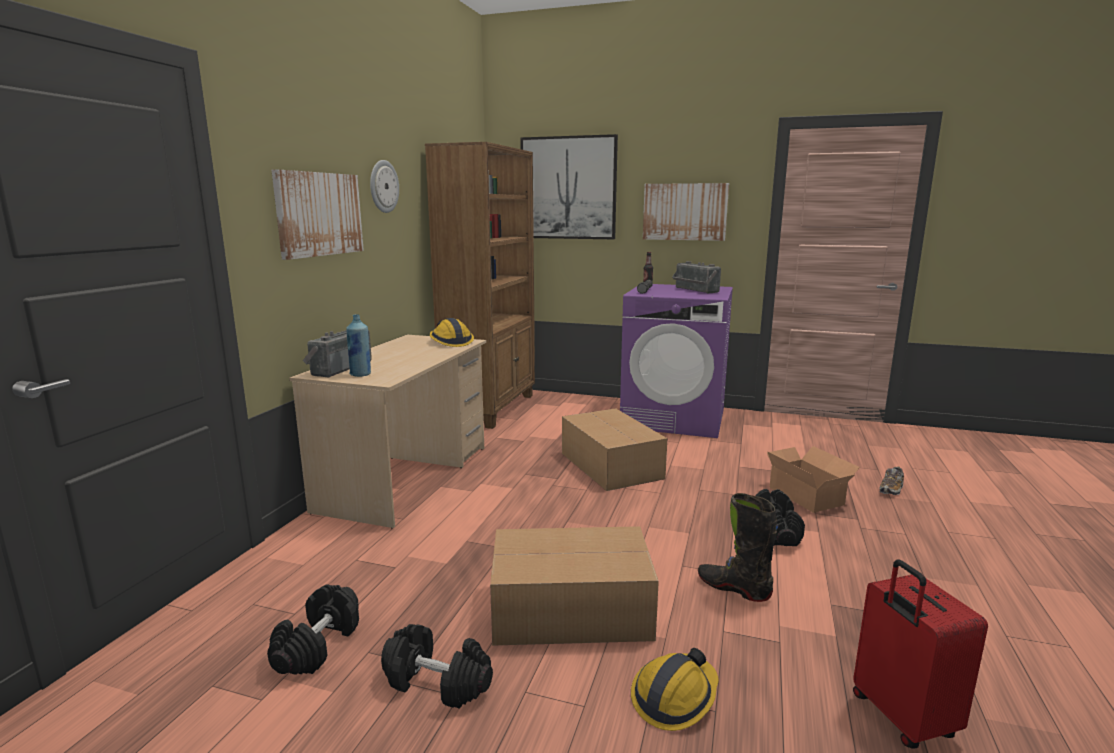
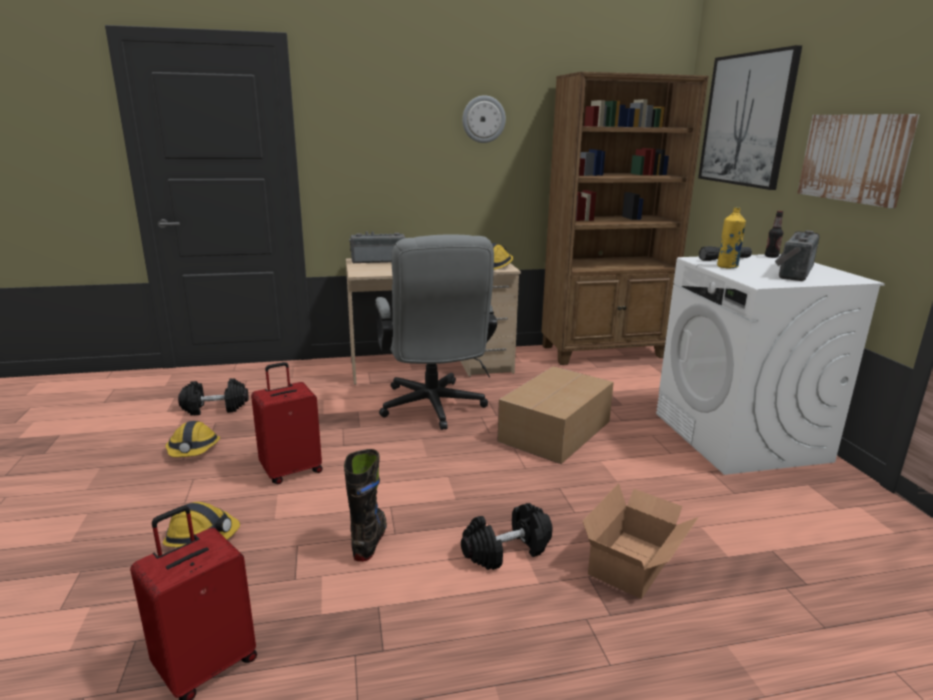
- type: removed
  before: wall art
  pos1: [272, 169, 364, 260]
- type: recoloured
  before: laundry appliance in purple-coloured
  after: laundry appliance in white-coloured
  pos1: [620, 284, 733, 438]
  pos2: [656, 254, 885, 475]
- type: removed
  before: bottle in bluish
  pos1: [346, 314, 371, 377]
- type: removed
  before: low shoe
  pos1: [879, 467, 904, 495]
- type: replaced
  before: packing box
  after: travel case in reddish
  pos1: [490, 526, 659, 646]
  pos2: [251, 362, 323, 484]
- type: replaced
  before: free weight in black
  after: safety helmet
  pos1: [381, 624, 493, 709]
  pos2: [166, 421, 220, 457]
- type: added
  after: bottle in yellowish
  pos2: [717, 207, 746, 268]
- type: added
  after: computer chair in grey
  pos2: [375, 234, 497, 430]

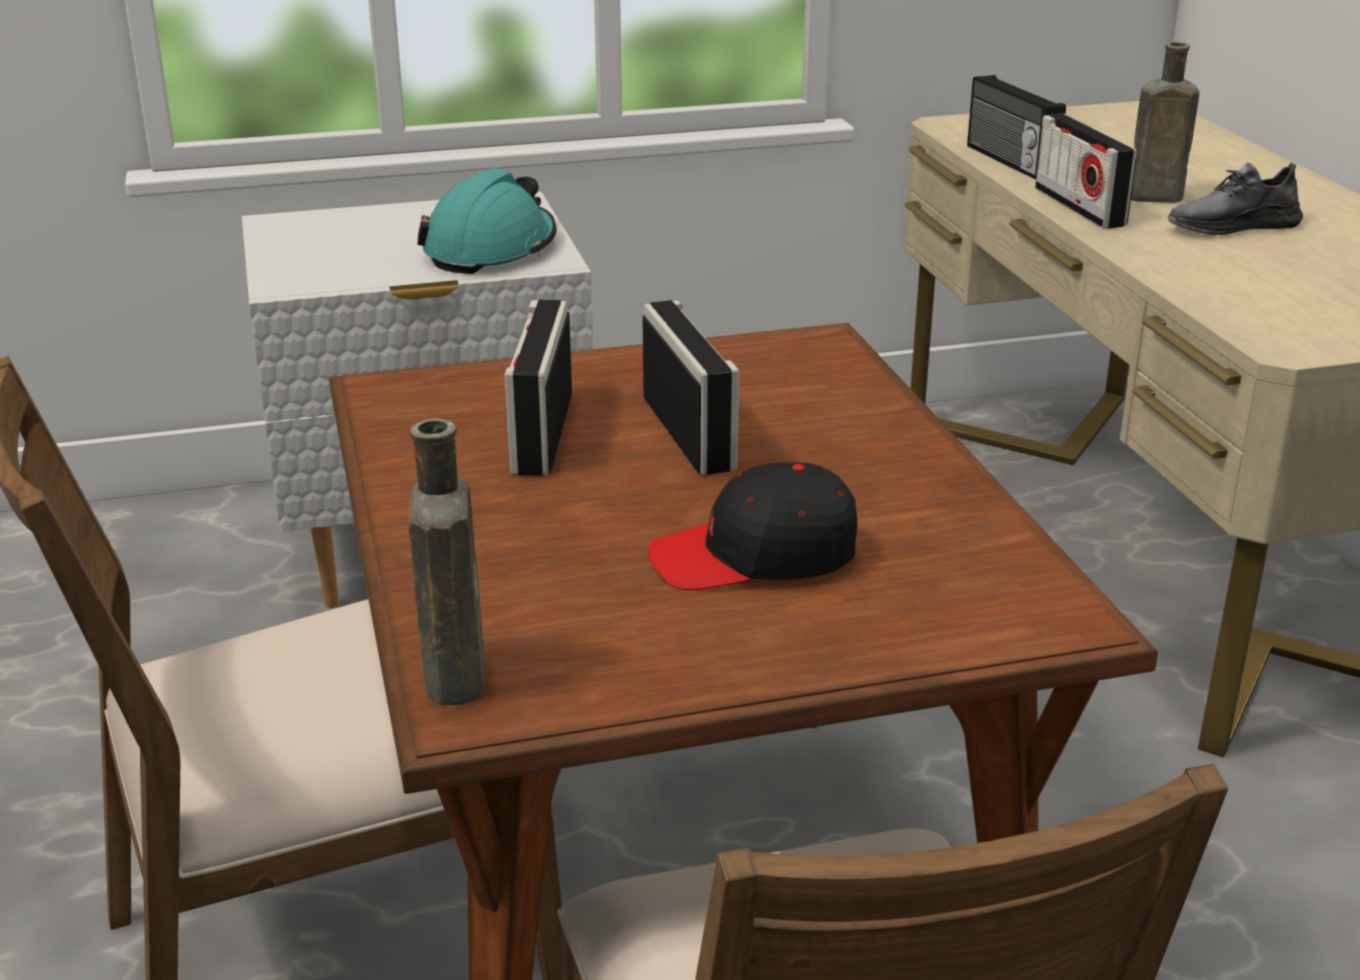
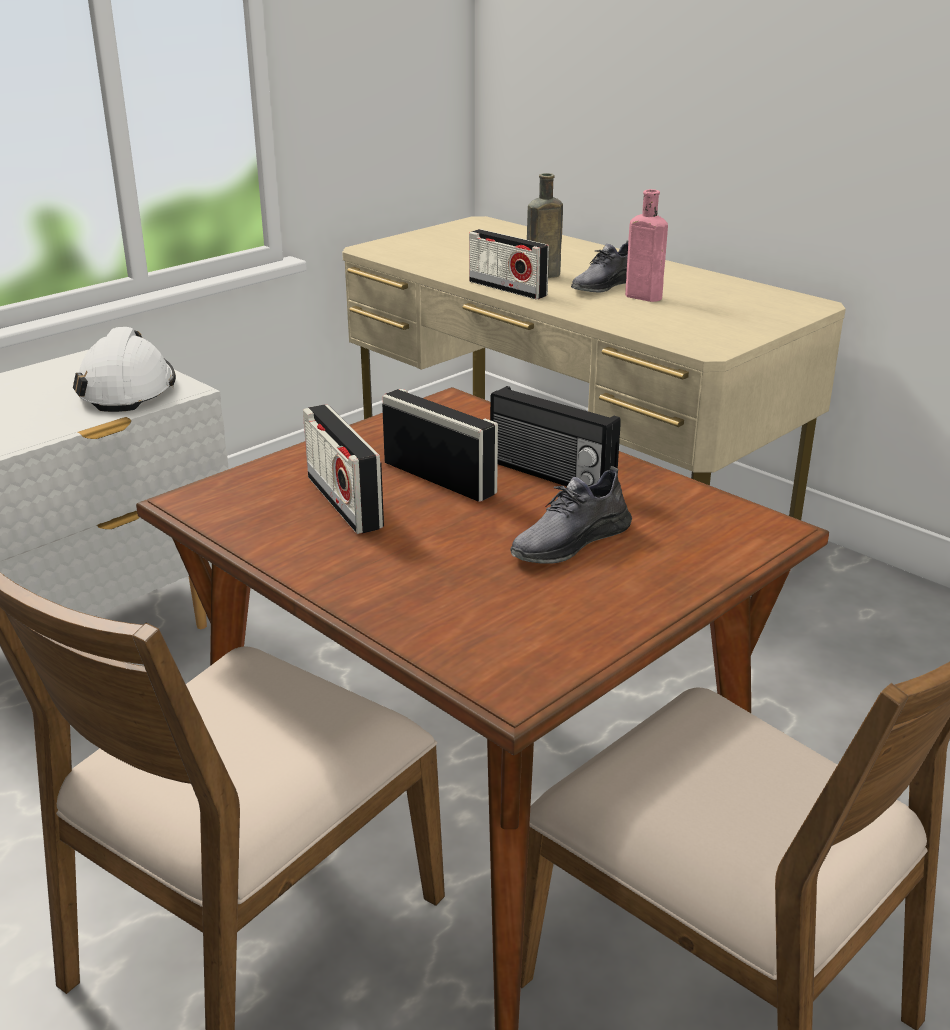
- type: moved
  before: radio set
  pos1: [967, 75, 1066, 180]
  pos2: [490, 386, 621, 486]
- type: recoloured
  before: safety helmet in turquoise-coloured
  after: safety helmet in white-coloured
  pos1: [418, 168, 557, 274]
  pos2: [73, 327, 176, 412]
- type: removed
  before: bottle in brownish
  pos1: [409, 418, 484, 705]
- type: replaced
  before: baseball cap in black
  after: low shoe in grey
  pos1: [648, 462, 857, 590]
  pos2: [510, 466, 632, 564]
- type: added
  after: bottle in pink-coloured
  pos2: [625, 189, 668, 302]

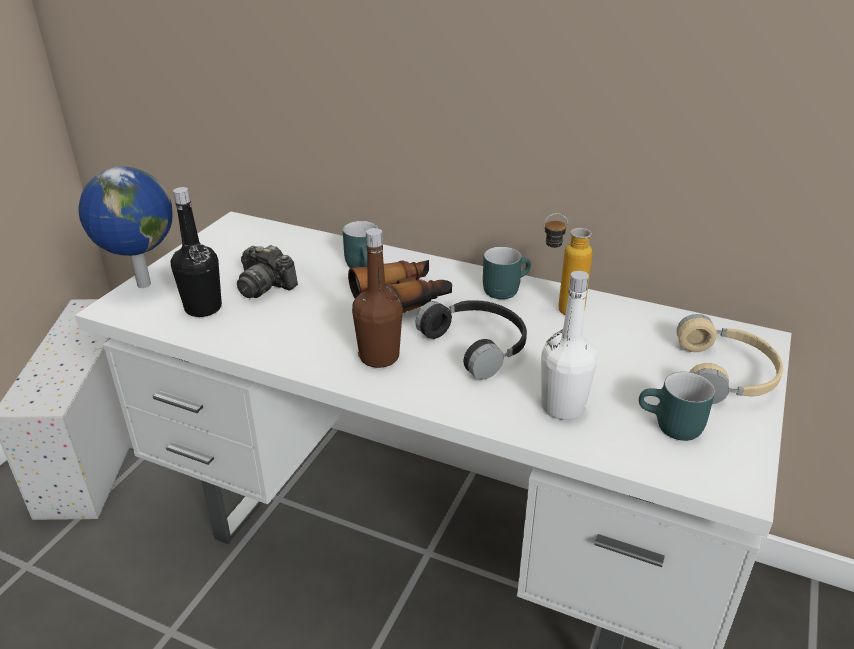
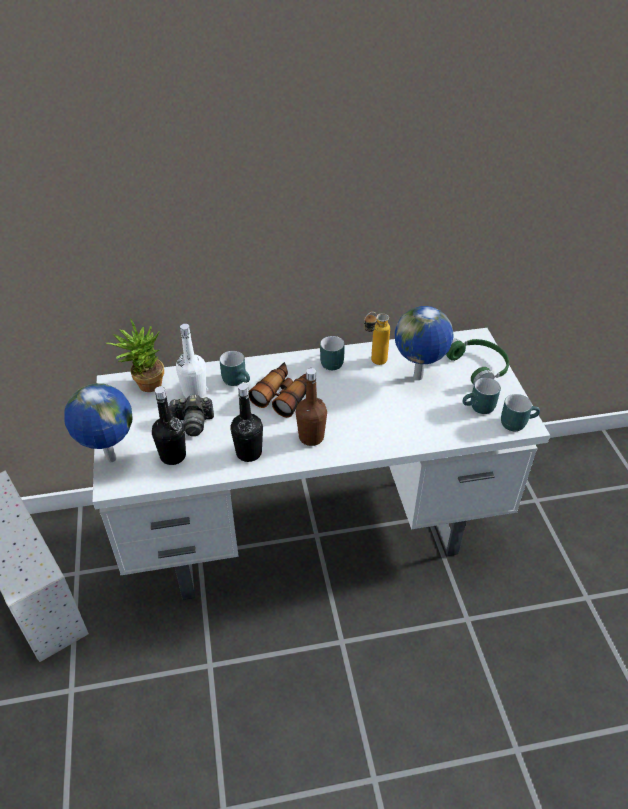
- type: moved
  before: bottle in white-coloured
  pos1: [541, 271, 598, 420]
  pos2: [176, 324, 207, 398]
- type: removed
  before: headset in black
  pos1: [415, 300, 527, 380]
- type: recoloured
  before: headset in sand-coloured
  after: headset in greenish
  pos1: [677, 314, 783, 404]
  pos2: [446, 339, 509, 384]
- type: added
  after: desk globe
  pos2: [395, 306, 453, 380]
- type: added
  after: plant in a pot
  pos2: [106, 318, 164, 392]
- type: added
  after: bottle in black
  pos2: [230, 383, 263, 462]
- type: added
  after: coffee mug in turquoise-coloured
  pos2: [501, 394, 540, 431]

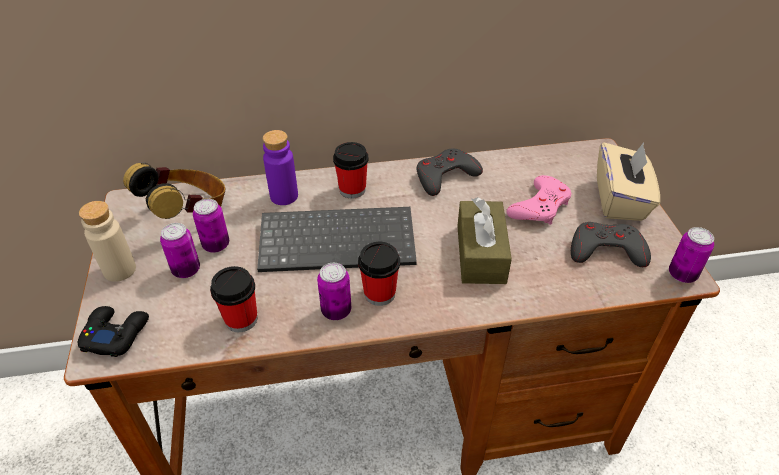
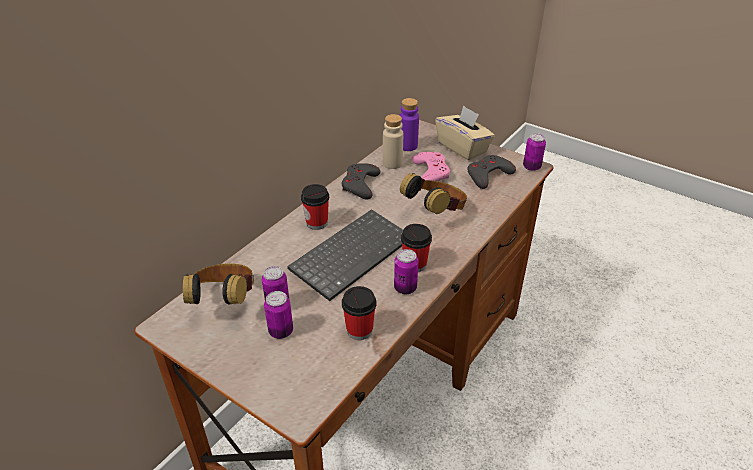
- type: moved
  before: bottle in purple-coloured
  pos1: [263, 130, 298, 205]
  pos2: [399, 98, 419, 151]
- type: replaced
  before: box of tissues in brownish
  after: headset
  pos1: [457, 197, 512, 284]
  pos2: [400, 173, 467, 214]
- type: moved
  before: bottle in sand-coloured
  pos1: [79, 201, 136, 282]
  pos2: [383, 114, 403, 169]
- type: removed
  before: gamepad in black
  pos1: [78, 306, 149, 357]

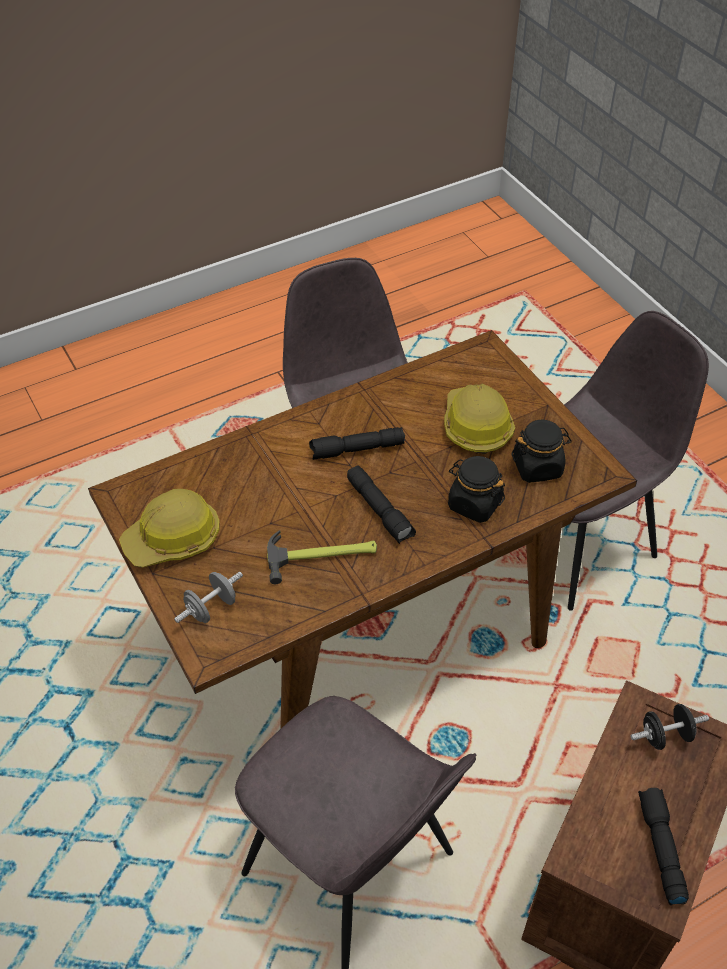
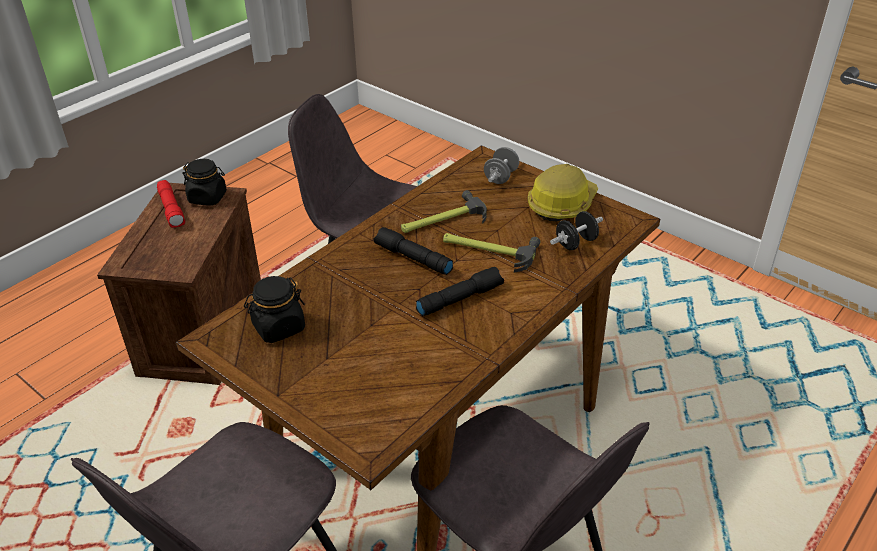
- type: removed
  before: safety helmet
  pos1: [444, 384, 515, 454]
- type: moved
  before: storage jar in black
  pos1: [448, 456, 505, 523]
  pos2: [182, 159, 227, 206]
- type: moved
  before: free weight in black
  pos1: [631, 704, 709, 750]
  pos2: [550, 211, 603, 250]
- type: recoloured
  before: torch in black
  after: torch in reddish
  pos1: [638, 788, 689, 905]
  pos2: [157, 180, 185, 228]
- type: added
  after: tool hammer
  pos2: [443, 233, 540, 272]

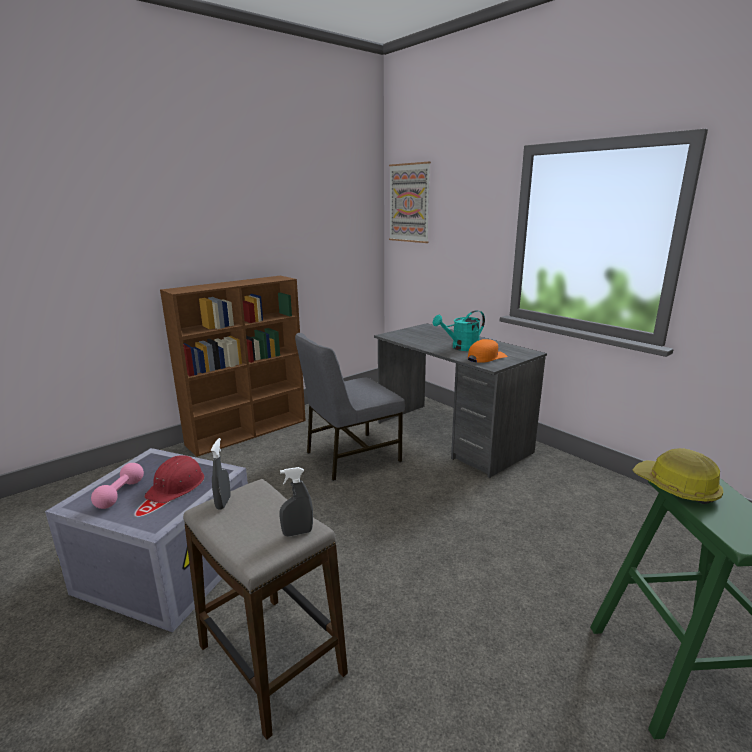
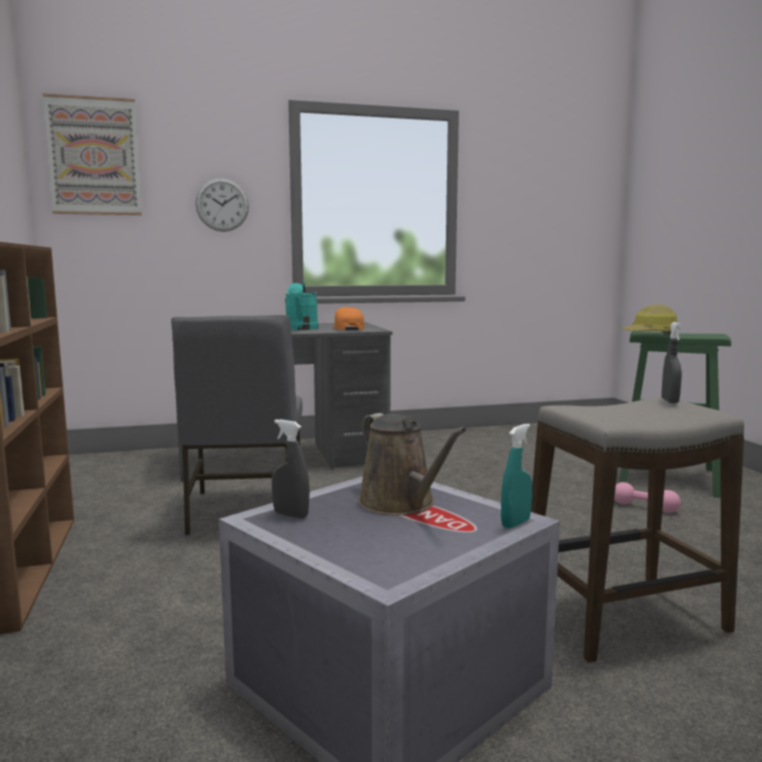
- type: moved
  before: sprayer in grey
  pos1: [211, 438, 231, 510]
  pos2: [272, 419, 310, 519]
- type: replaced
  before: safety helmet in reddish
  after: sprinkling can in brownish
  pos1: [144, 455, 204, 503]
  pos2: [358, 413, 467, 515]
- type: moved
  before: free weight in pink-coloured
  pos1: [91, 463, 144, 509]
  pos2: [614, 482, 681, 513]
- type: added
  after: hanging clock
  pos2: [195, 178, 249, 232]
- type: added
  after: sprayer in turquoise-coloured
  pos2: [501, 424, 532, 528]

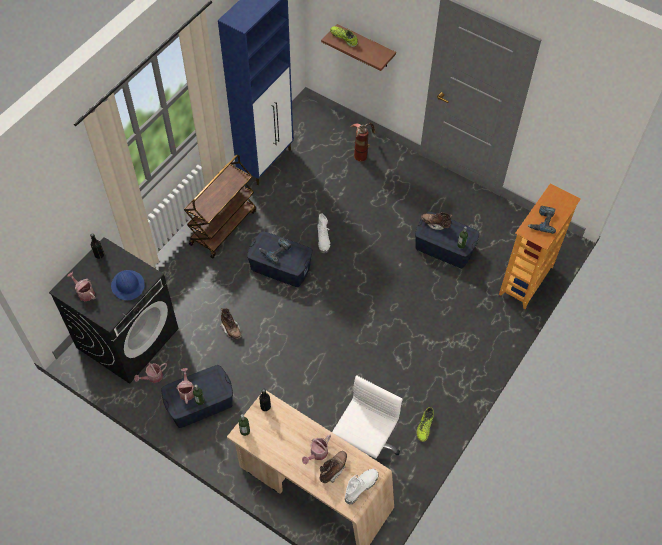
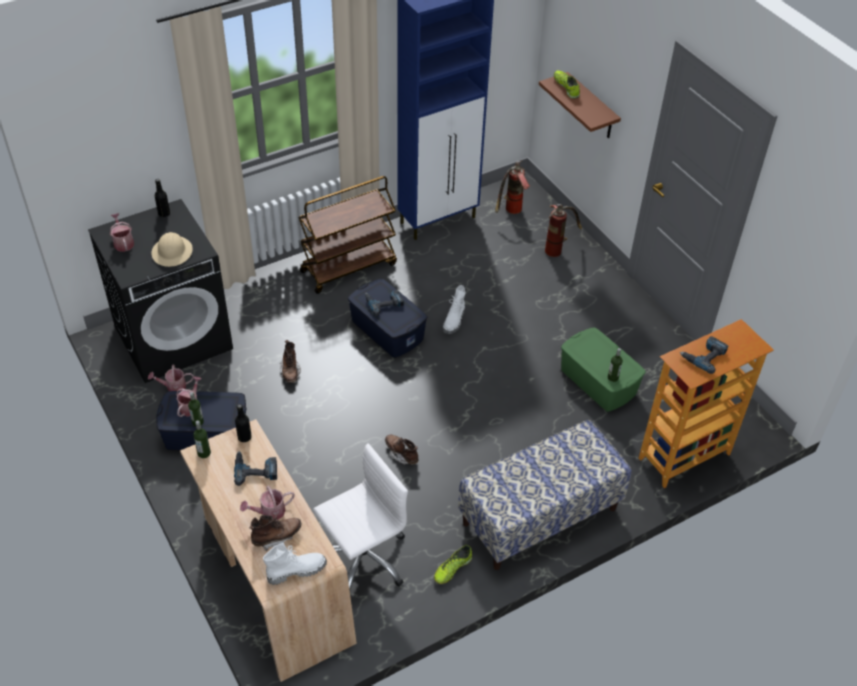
- type: recoloured
  before: storage bin in bluish
  after: storage bin in greenish
  pos1: [415, 211, 479, 268]
  pos2: [561, 327, 646, 412]
- type: moved
  before: tall boot in brownish
  pos1: [421, 213, 452, 230]
  pos2: [385, 435, 419, 465]
- type: recoloured
  before: safety helmet in bluish
  after: safety helmet in sand-coloured
  pos1: [111, 270, 145, 300]
  pos2: [152, 232, 193, 267]
- type: added
  after: extinguisher
  pos2: [495, 160, 530, 214]
- type: added
  after: indoor bench
  pos2: [458, 420, 632, 570]
- type: added
  after: power drill
  pos2: [234, 451, 277, 486]

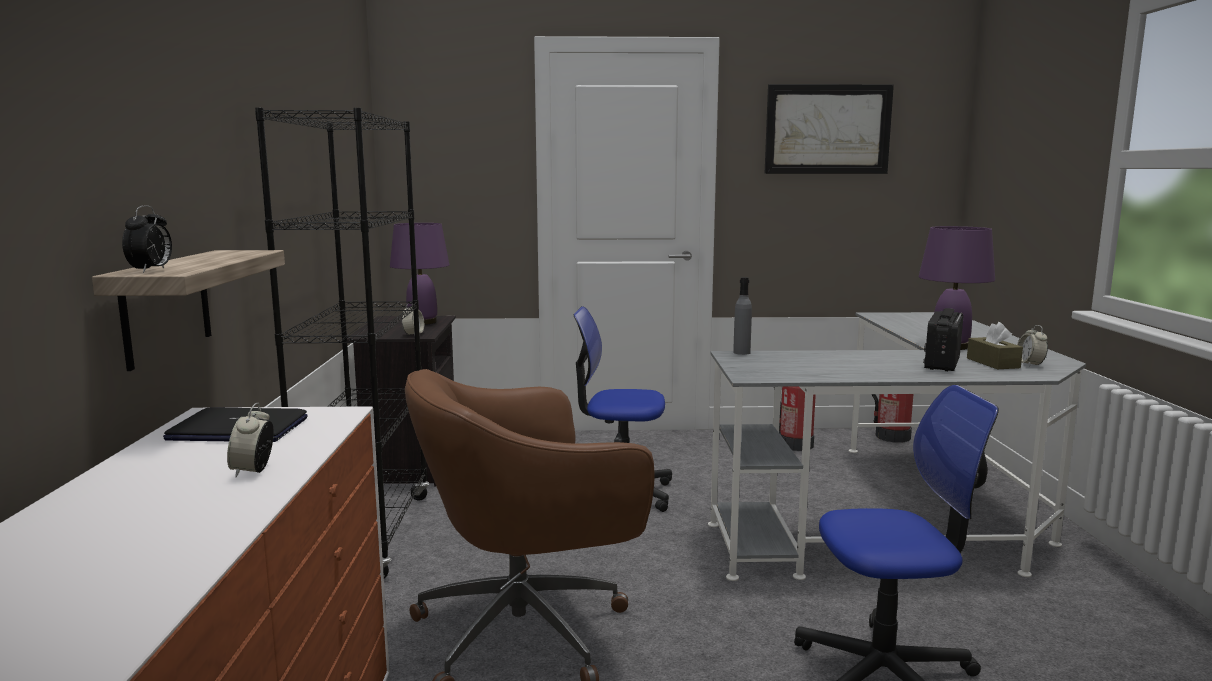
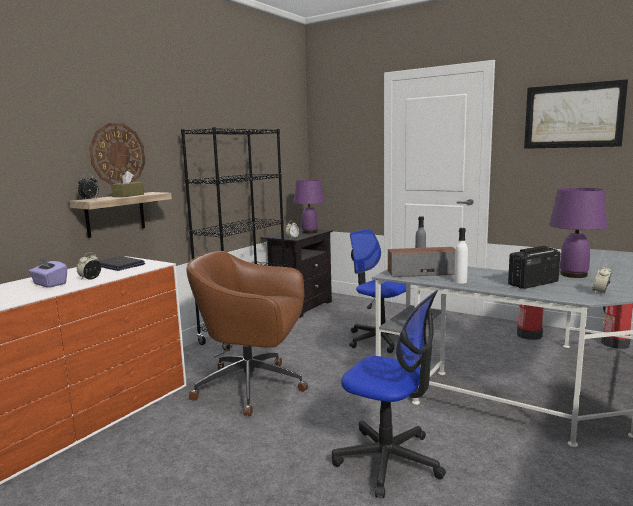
- type: moved
  before: box of tissues in brownish
  pos1: [967, 322, 1023, 369]
  pos2: [111, 171, 144, 197]
- type: added
  after: hanging clock
  pos2: [89, 123, 145, 184]
- type: added
  after: bottle in white-coloured
  pos2: [454, 228, 468, 284]
- type: added
  after: audio speaker
  pos2: [388, 247, 456, 277]
- type: added
  after: box of tissues in purple-coloured
  pos2: [28, 257, 67, 288]

